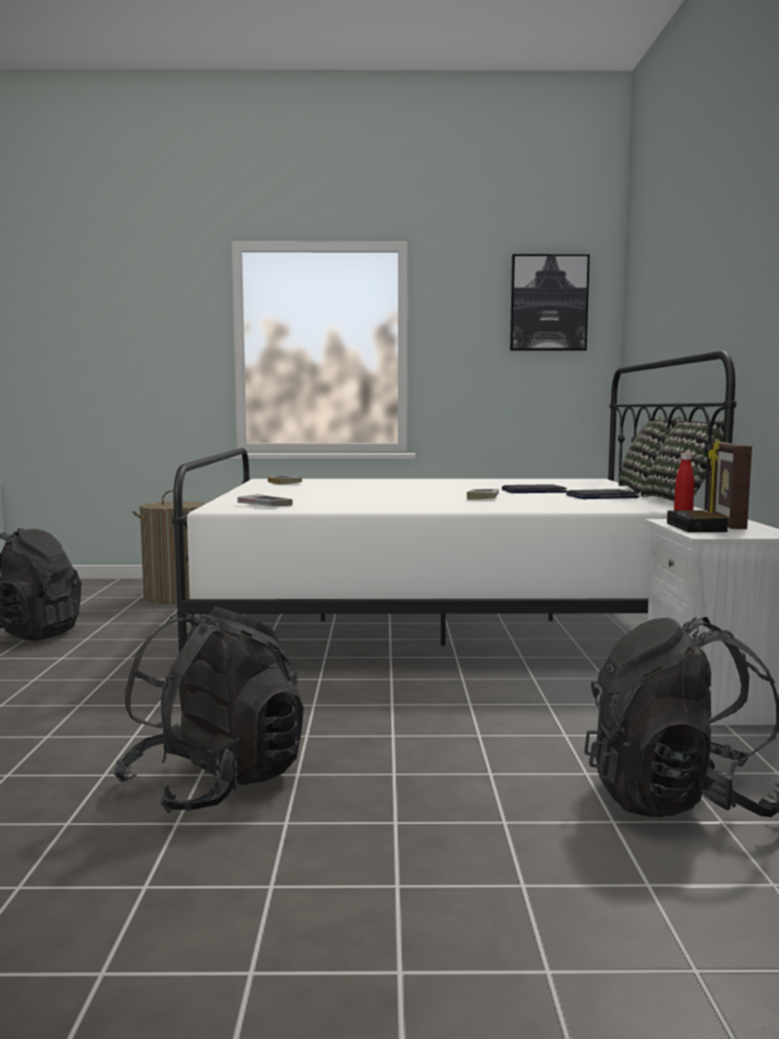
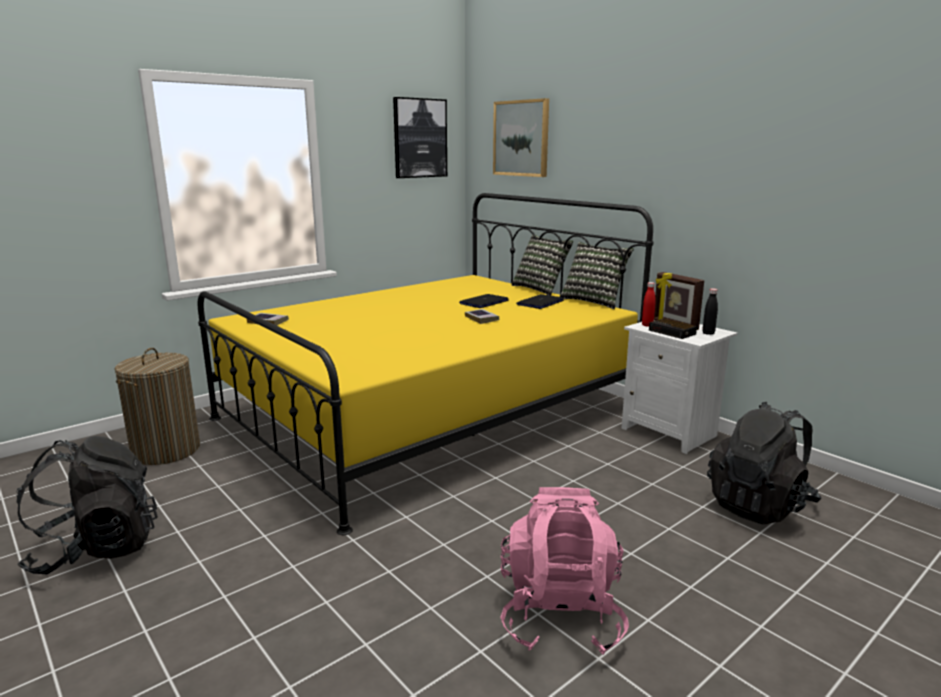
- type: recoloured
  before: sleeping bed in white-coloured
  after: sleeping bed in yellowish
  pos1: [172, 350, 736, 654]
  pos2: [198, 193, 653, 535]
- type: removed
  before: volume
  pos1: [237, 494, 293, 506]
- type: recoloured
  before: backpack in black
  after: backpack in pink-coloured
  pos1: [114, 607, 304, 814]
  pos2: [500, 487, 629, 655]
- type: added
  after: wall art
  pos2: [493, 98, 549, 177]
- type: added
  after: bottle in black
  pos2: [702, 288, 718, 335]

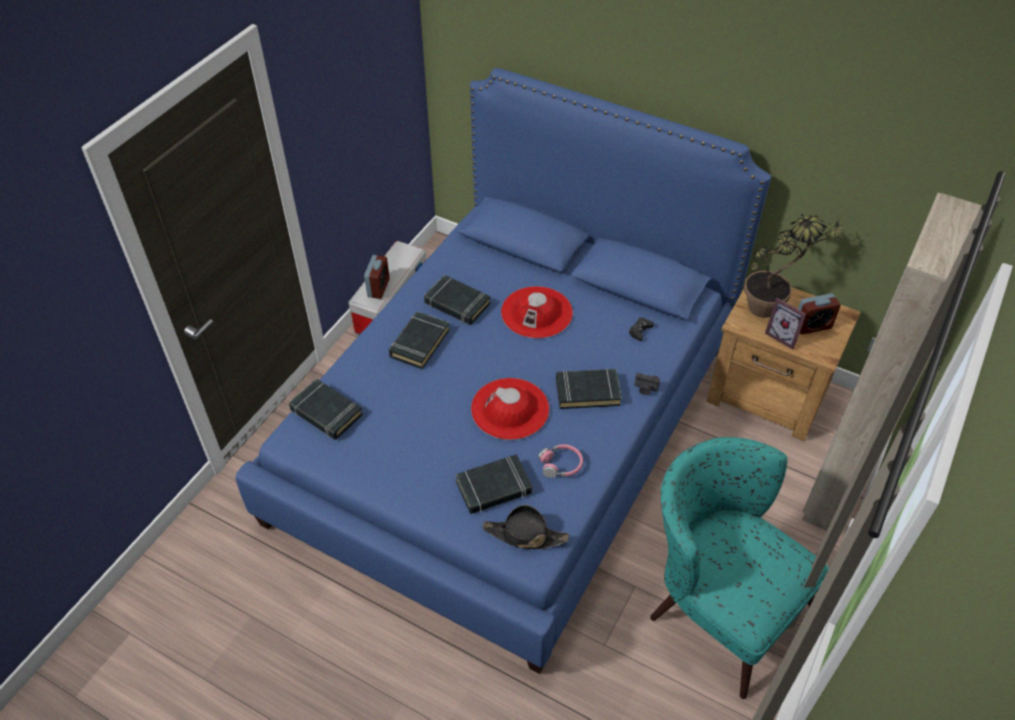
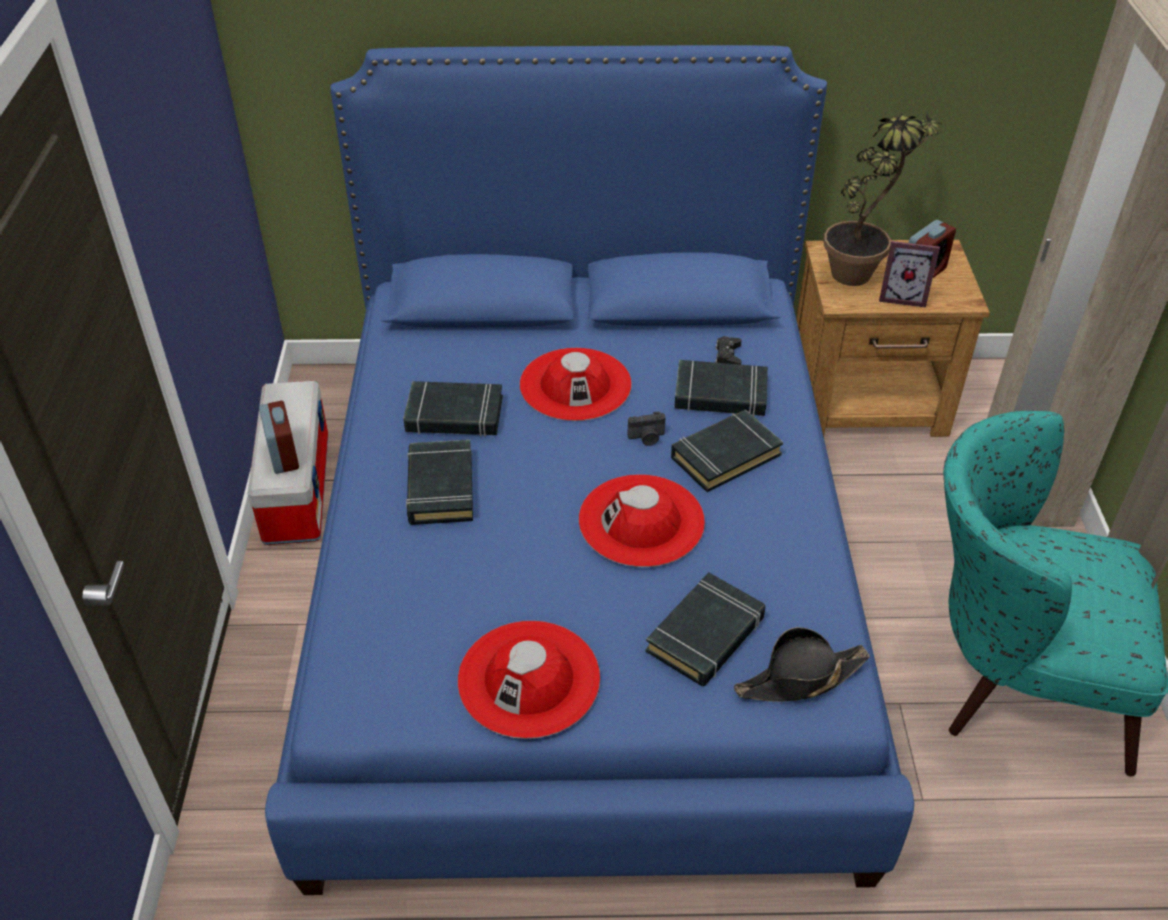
- type: moved
  before: still camera
  pos1: [634, 373, 660, 395]
  pos2: [628, 412, 666, 446]
- type: moved
  before: volume in black
  pos1: [289, 379, 363, 440]
  pos2: [674, 360, 768, 416]
- type: removed
  before: headset in pink-coloured
  pos1: [538, 444, 583, 478]
- type: added
  after: wearable hat in reddish
  pos2: [458, 621, 600, 739]

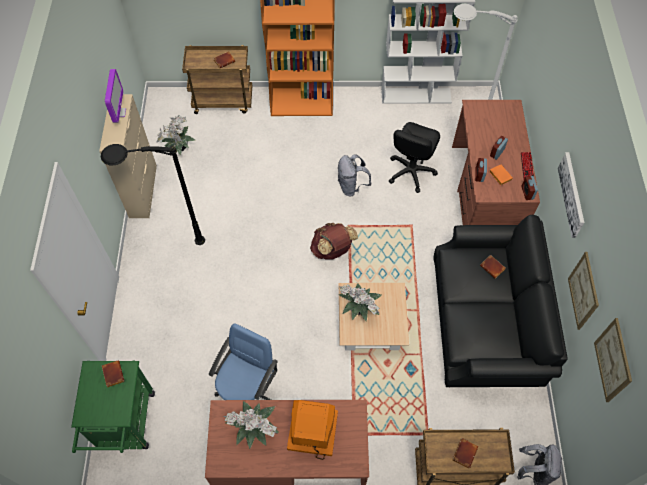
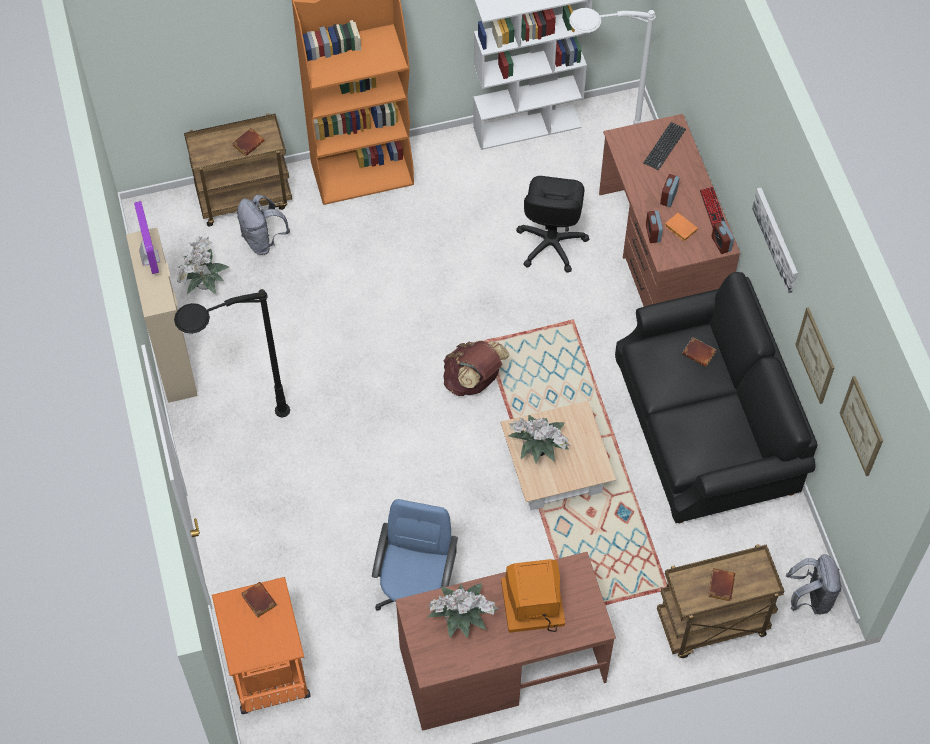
- type: moved
  before: backpack in grey
  pos1: [338, 154, 371, 196]
  pos2: [237, 195, 290, 255]
- type: recoloured
  before: trolley in greenish
  after: trolley in orange-coloured
  pos1: [71, 360, 155, 453]
  pos2: [212, 577, 310, 714]
- type: added
  after: computer keyboard
  pos2: [643, 122, 686, 170]

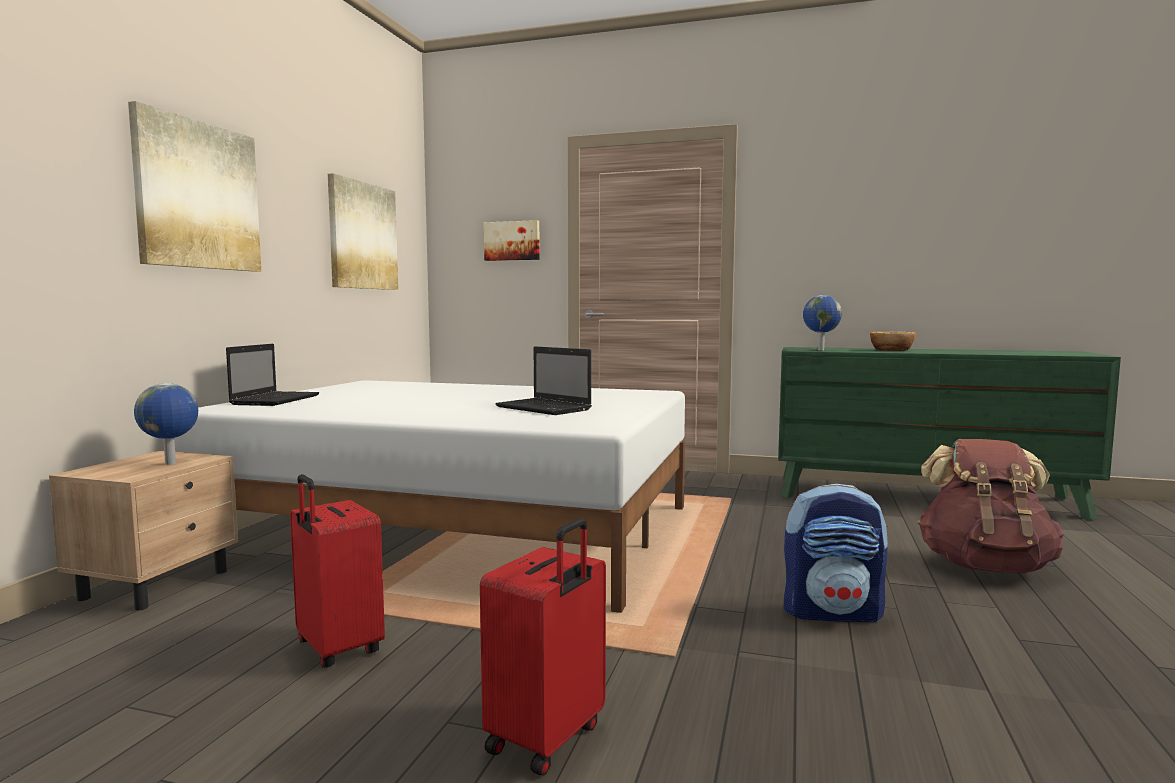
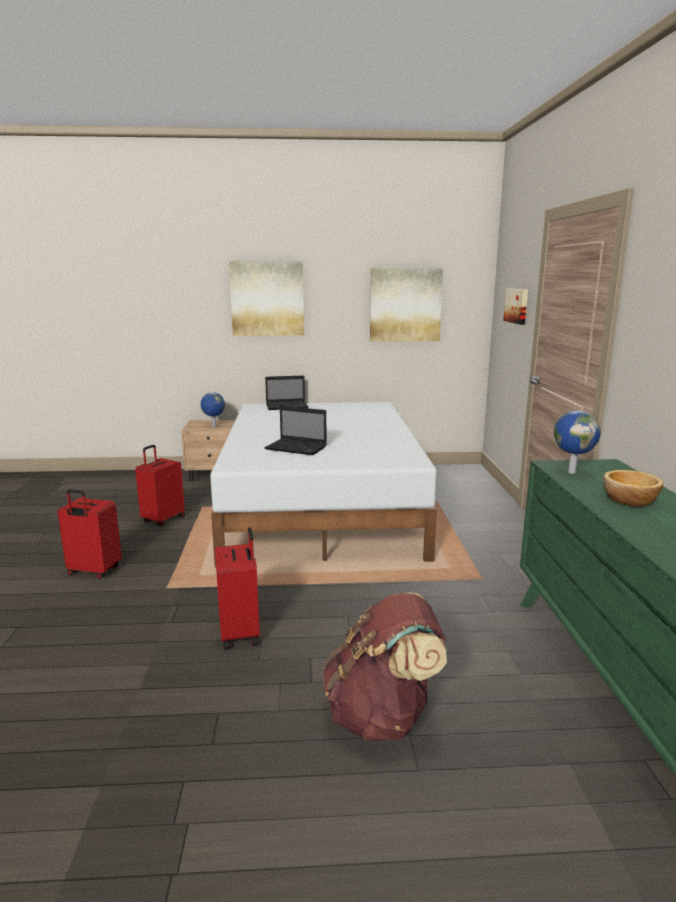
- type: turned
  before: laptop
  pos1: [495, 346, 592, 415]
  pos2: [264, 406, 327, 455]
  turn: -90
- type: replaced
  before: backpack
  after: travel case in reddish
  pos1: [784, 484, 888, 623]
  pos2: [215, 527, 260, 650]

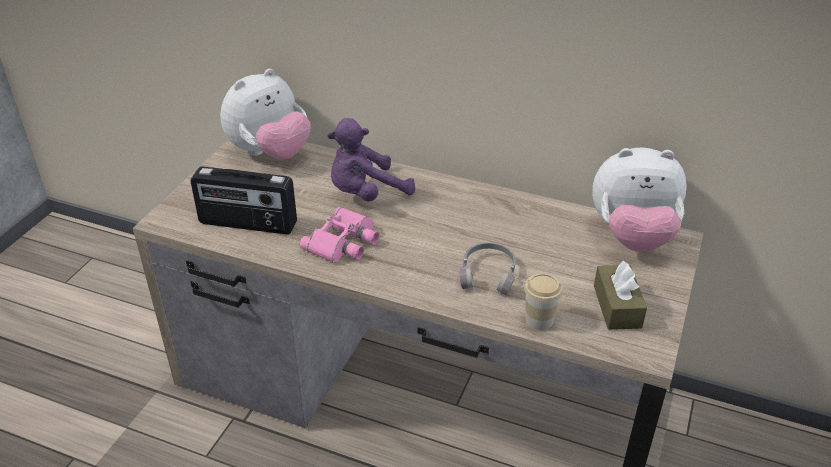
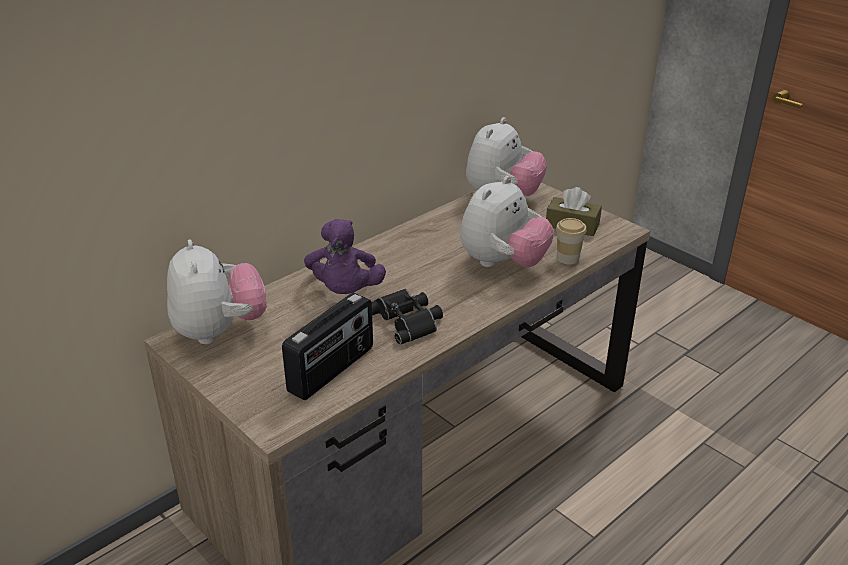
- type: recoloured
  before: binoculars in pink-coloured
  after: binoculars in black
  pos1: [299, 207, 379, 263]
  pos2: [372, 289, 443, 345]
- type: replaced
  before: headset in grey
  after: plush toy
  pos1: [459, 243, 516, 295]
  pos2: [460, 176, 554, 267]

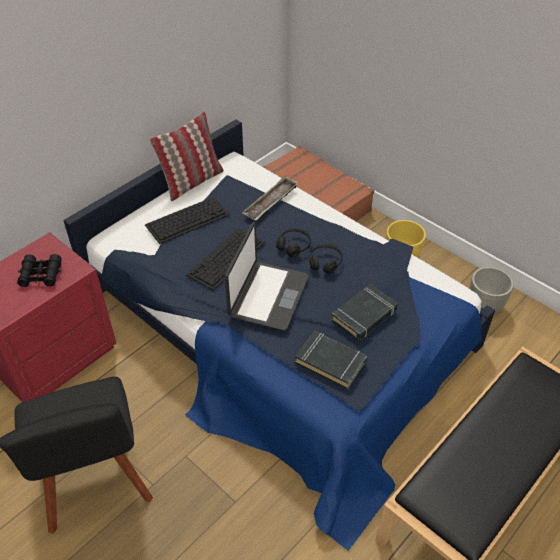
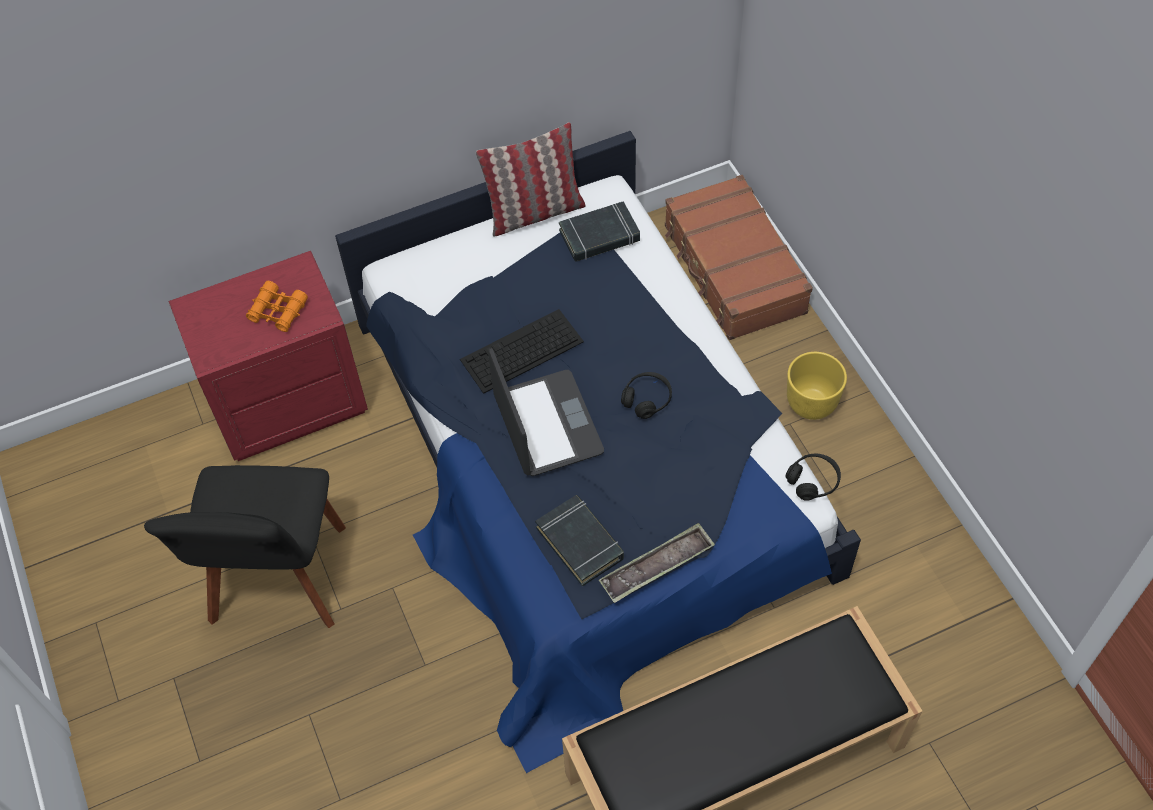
- type: moved
  before: tray
  pos1: [243, 176, 298, 221]
  pos2: [599, 523, 715, 603]
- type: removed
  before: computer keyboard
  pos1: [145, 197, 230, 244]
- type: turned
  before: laptop
  pos1: [225, 222, 309, 331]
  pos2: [488, 348, 604, 476]
  turn: -60
- type: moved
  before: headset in black
  pos1: [276, 228, 311, 257]
  pos2: [785, 454, 841, 501]
- type: recoloured
  before: binoculars in black
  after: binoculars in orange-coloured
  pos1: [17, 254, 62, 287]
  pos2: [246, 281, 308, 332]
- type: removed
  before: planter in grey
  pos1: [469, 267, 514, 313]
- type: moved
  before: volume in black
  pos1: [331, 284, 398, 341]
  pos2: [559, 201, 640, 262]

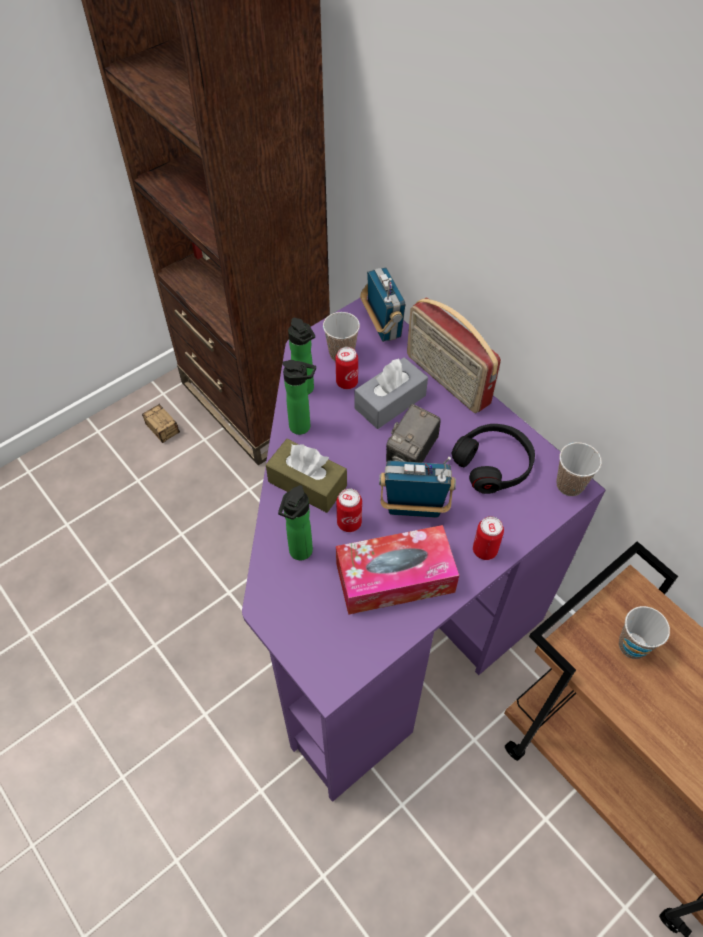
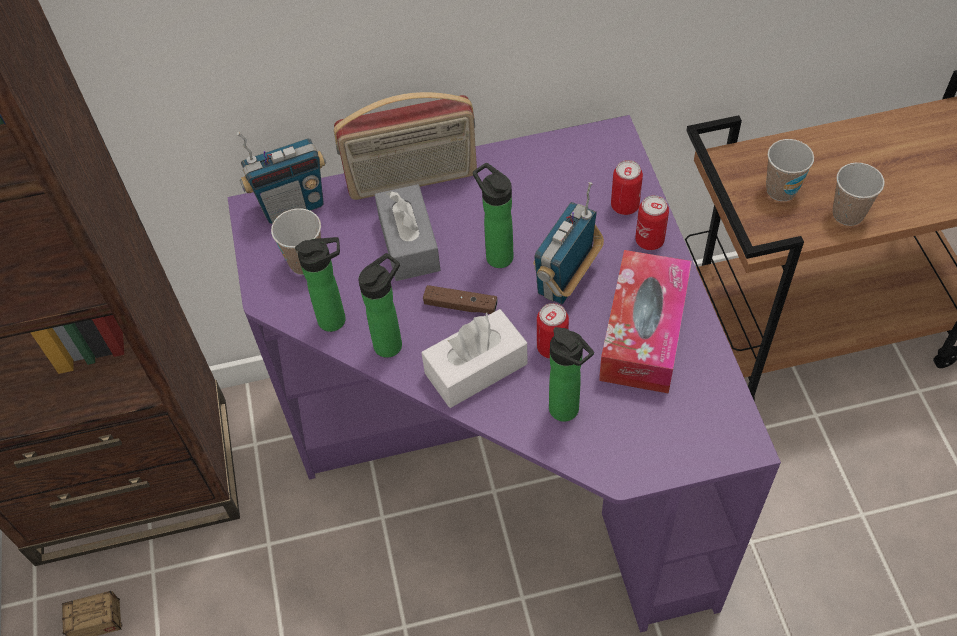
- type: turned
  before: radio set
  pos1: [360, 267, 405, 342]
  pos2: [237, 132, 326, 224]
  turn: 150
- type: moved
  before: metal can
  pos1: [335, 347, 358, 389]
  pos2: [611, 160, 643, 215]
- type: replaced
  before: still camera
  after: bottle
  pos1: [386, 404, 441, 463]
  pos2: [473, 163, 514, 268]
- type: removed
  before: headset in black
  pos1: [452, 424, 535, 494]
- type: recoloured
  before: box of tissues in brownish
  after: box of tissues in white-coloured
  pos1: [266, 439, 347, 513]
  pos2: [422, 309, 527, 408]
- type: moved
  before: cup
  pos1: [556, 442, 602, 496]
  pos2: [833, 162, 885, 226]
- type: added
  after: gamepad in brownish
  pos2: [423, 285, 498, 314]

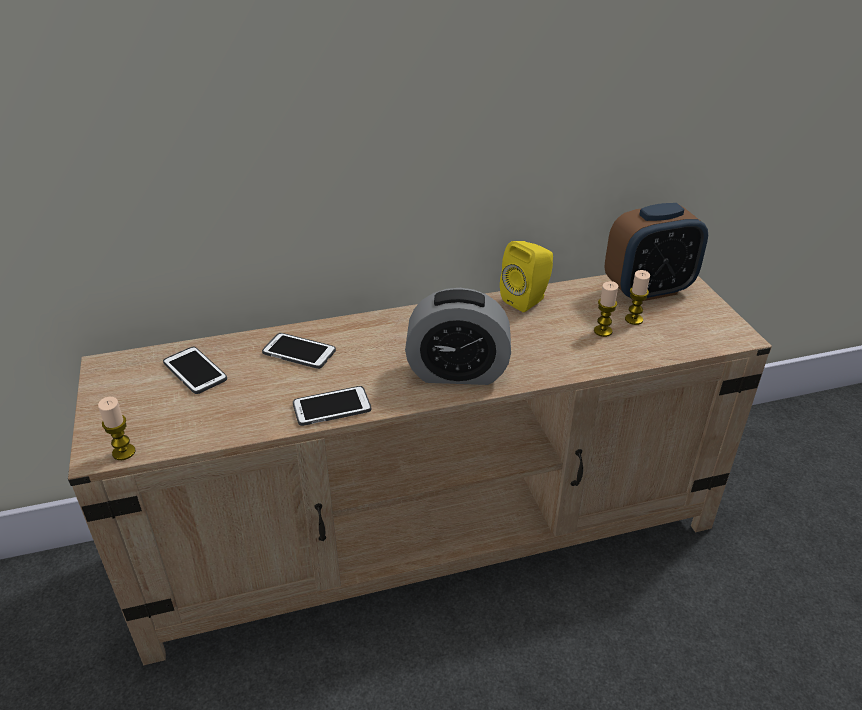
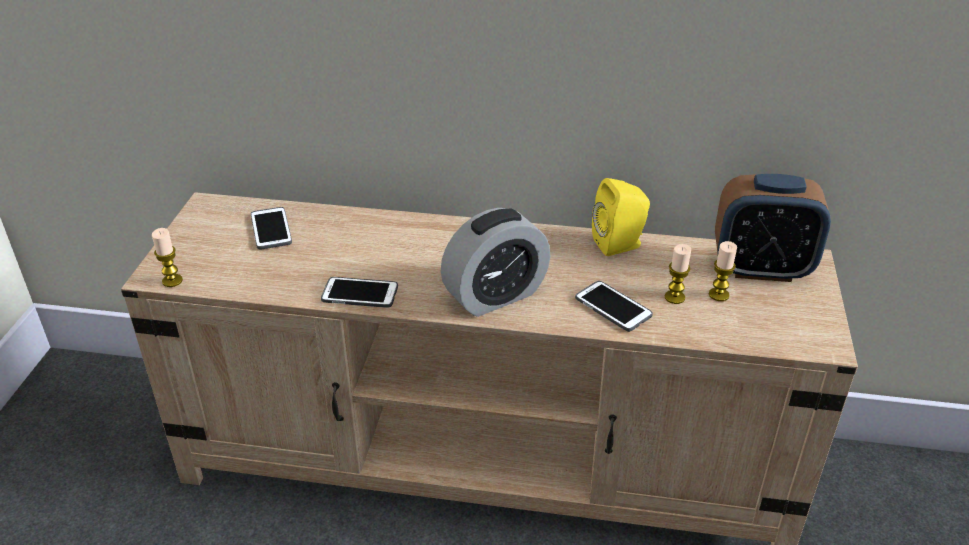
- type: turned
  before: bedside clock
  pos1: [405, 288, 511, 385]
  pos2: [441, 208, 550, 317]
  turn: -60
- type: moved
  before: handset
  pos1: [262, 333, 336, 369]
  pos2: [575, 281, 653, 332]

